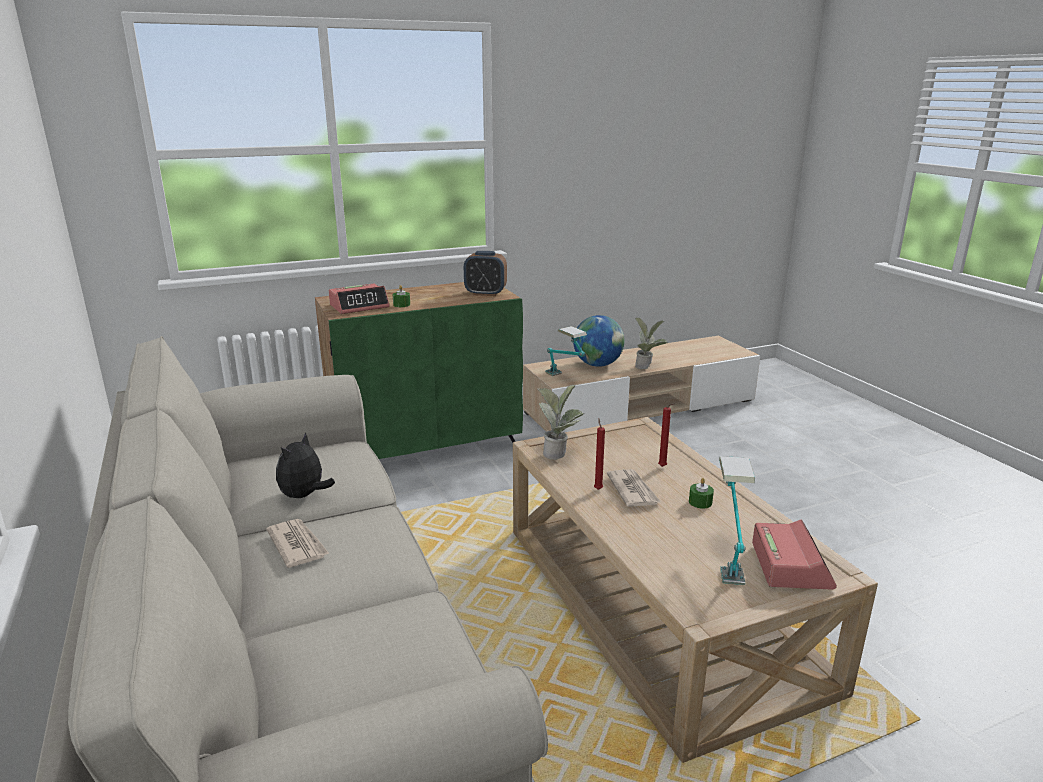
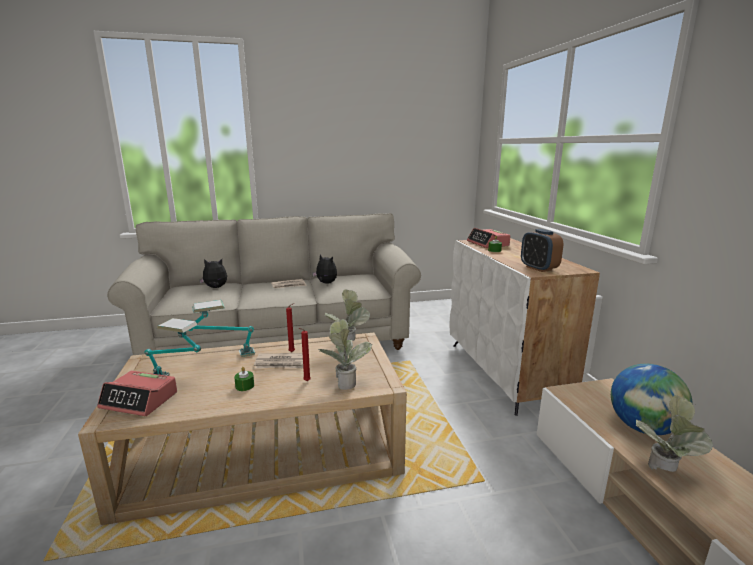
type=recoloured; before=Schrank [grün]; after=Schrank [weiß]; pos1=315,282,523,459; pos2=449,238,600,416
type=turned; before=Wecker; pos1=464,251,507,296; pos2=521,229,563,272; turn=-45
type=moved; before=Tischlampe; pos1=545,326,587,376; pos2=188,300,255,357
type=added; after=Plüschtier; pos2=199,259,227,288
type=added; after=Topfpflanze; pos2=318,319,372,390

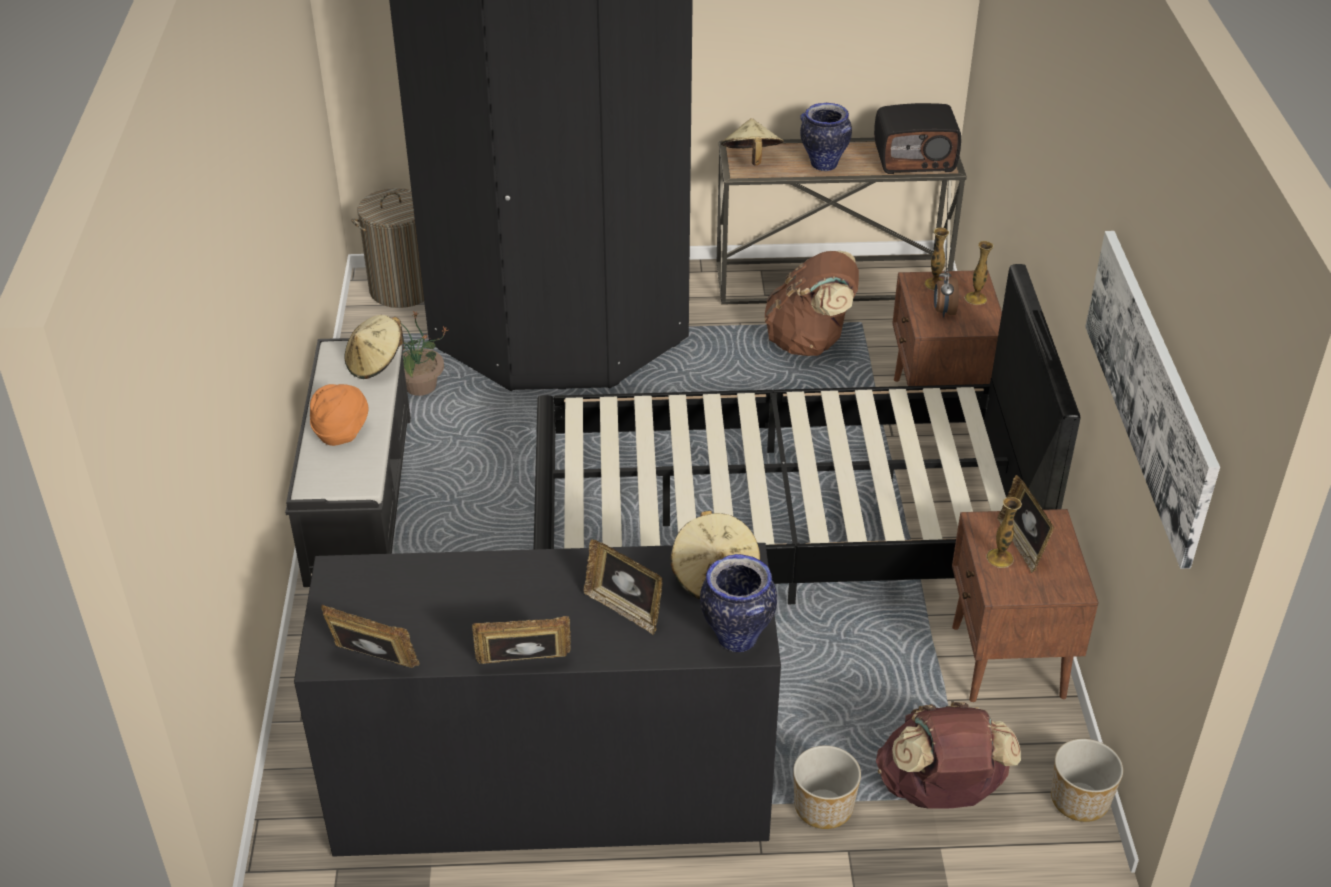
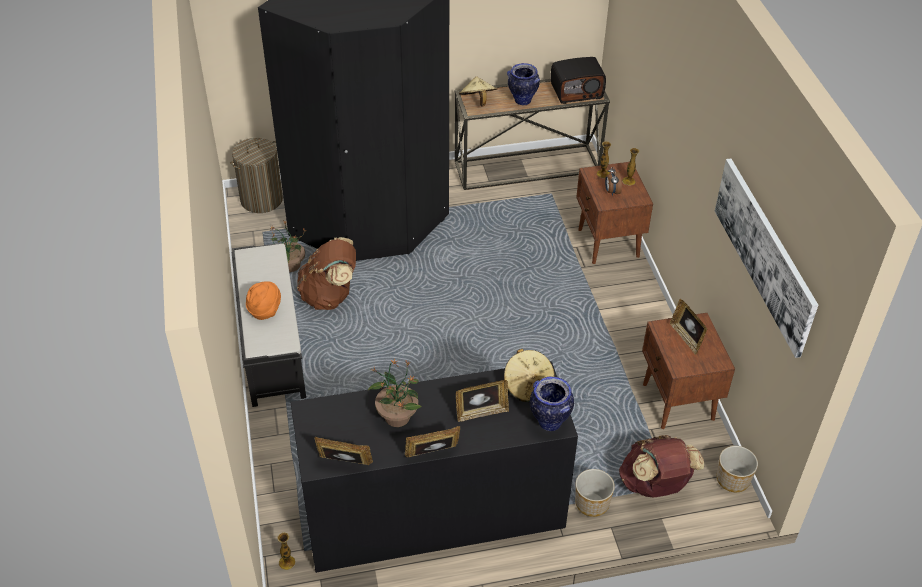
type=removed; before=Hut [beige]; pos1=344,315,404,379
type=removed; before=Bett [schwarz]; pos1=533,264,1080,604
type=turned; before=Bilderrahmen; pos1=584,539,663,635; pos2=456,380,509,422; turn=-45
type=moved; before=Rucksack [braun]; pos1=764,251,859,356; pos2=297,237,356,310
type=moved; before=Vase; pos1=986,497,1022,568; pos2=277,533,296,570
type=added; after=Topfpflanze; pos2=368,359,422,427

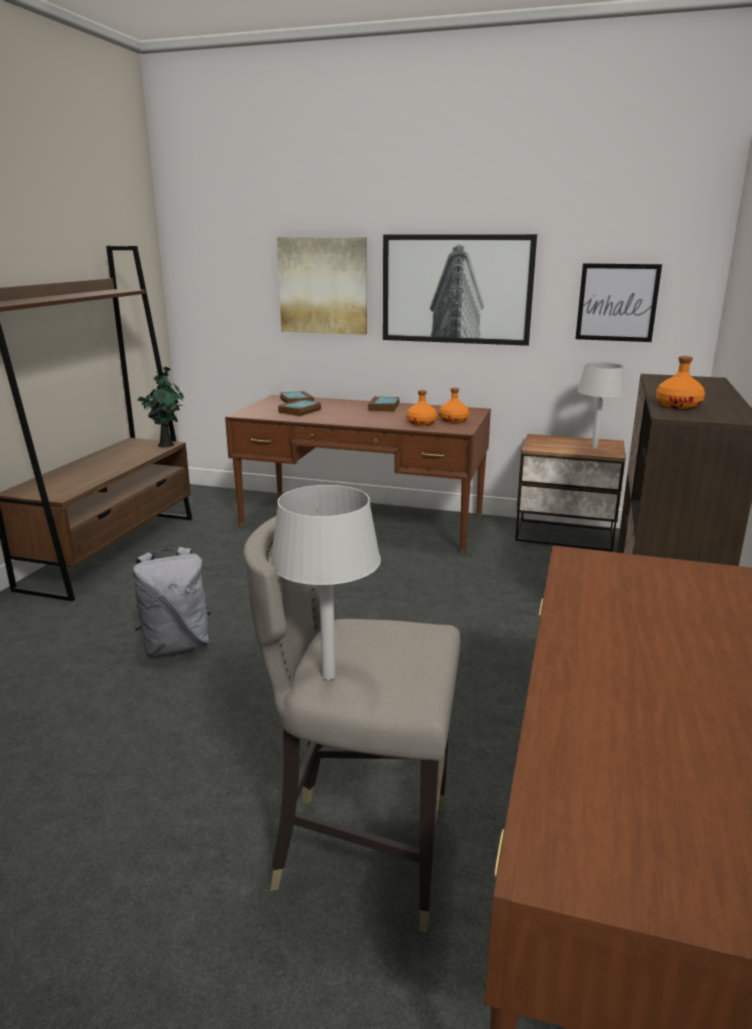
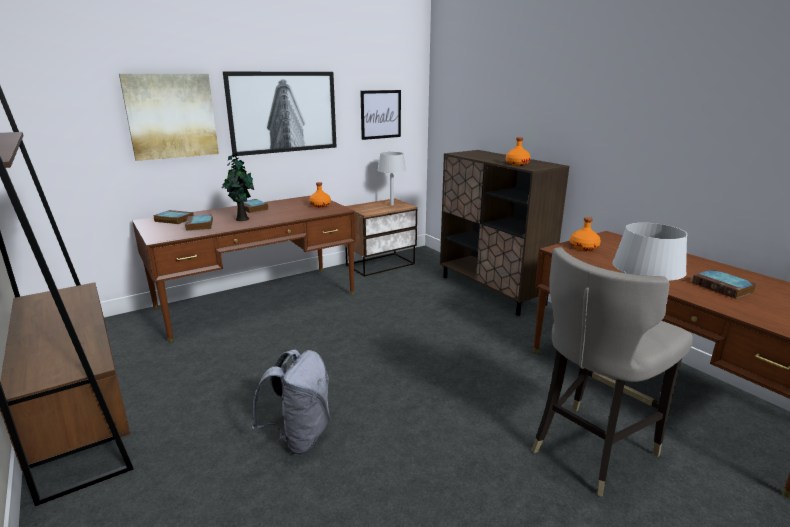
type=moved; before=Topfpflanze; pos1=138,367,185,447; pos2=222,153,254,221
type=moved; before=Flasche [orange]; pos1=407,390,437,426; pos2=570,217,601,251
type=added; after=Buch; pos2=692,269,757,299

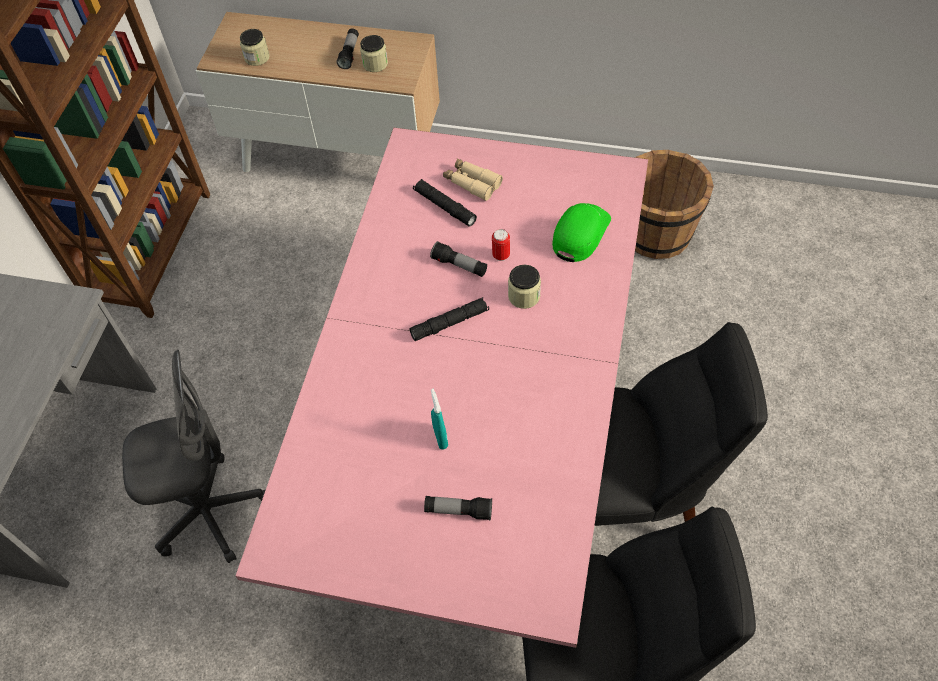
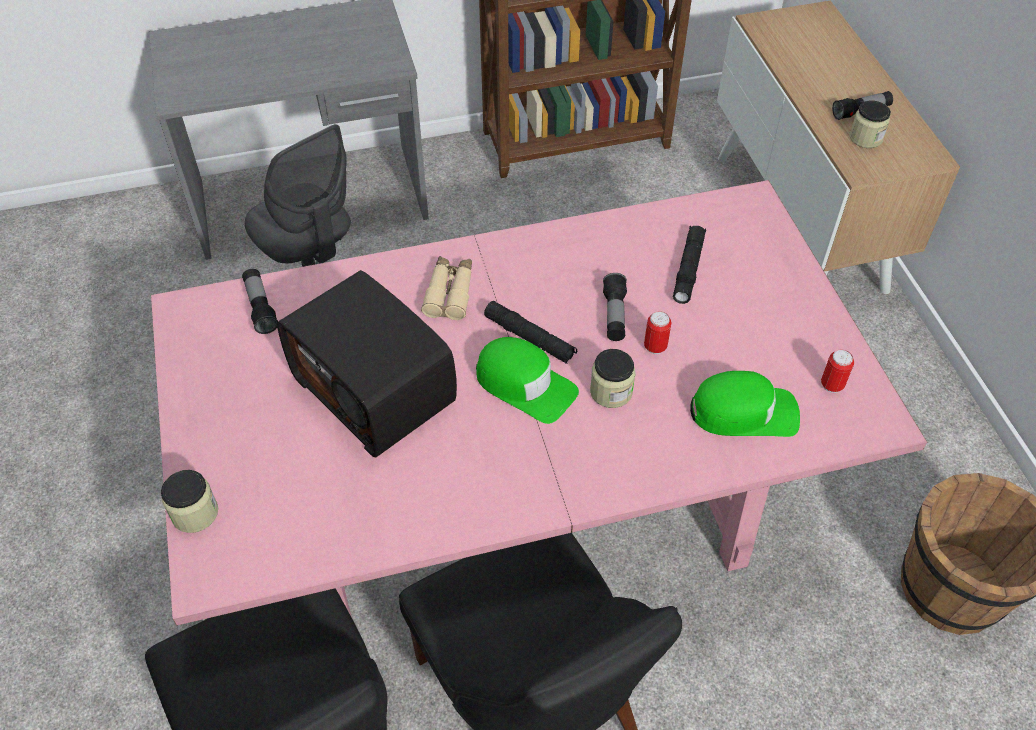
type=moved; before=Vorratsglas; pos1=240,29,270,66; pos2=161,470,218,533
type=moved; before=Taschenlampe; pos1=424,496,492,521; pos2=242,269,278,334
type=replaced; before=Sprühflasche [türkis]; after=Radio; pos1=431,389,448,450; pos2=277,270,457,458
type=moved; before=Fernglas [beige]; pos1=443,158,503,201; pos2=421,256,472,320
type=added; after=Kappe [grün]; pos2=476,337,579,424
type=added; after=Dose; pos2=821,350,854,393

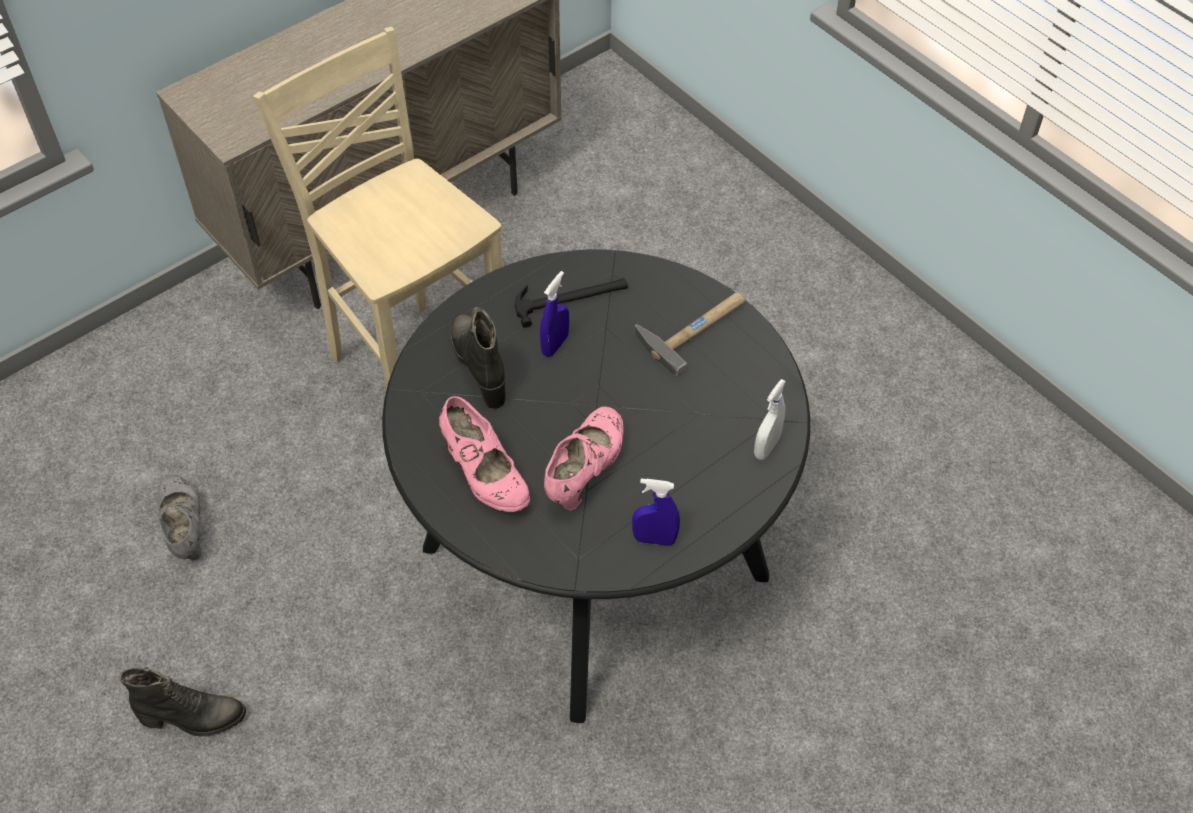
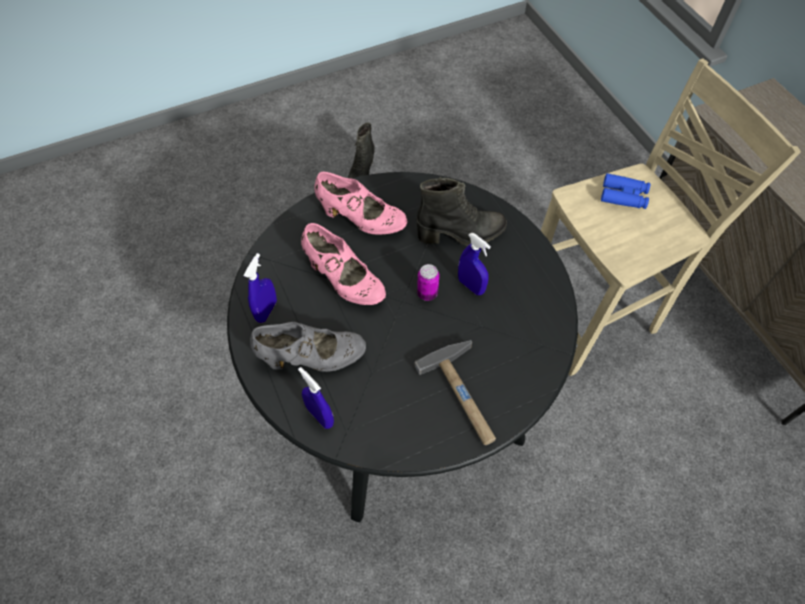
type=moved; before=Schuh [grau]; pos1=158,475,201,561; pos2=250,322,366,372
type=turned; before=Schuh [rosa]; pos1=439,396,530,512; pos2=314,172,408,235; turn=-135
type=removed; before=Hammer; pos1=515,278,628,328
type=recoloured; before=Sprühflasche [weiß]; after=Sprühflasche [blau]; pos1=754,379,786,460; pos2=298,367,334,429
type=added; after=Dose; pos2=417,264,440,301
type=added; after=Fernglas [blau]; pos2=601,173,650,209

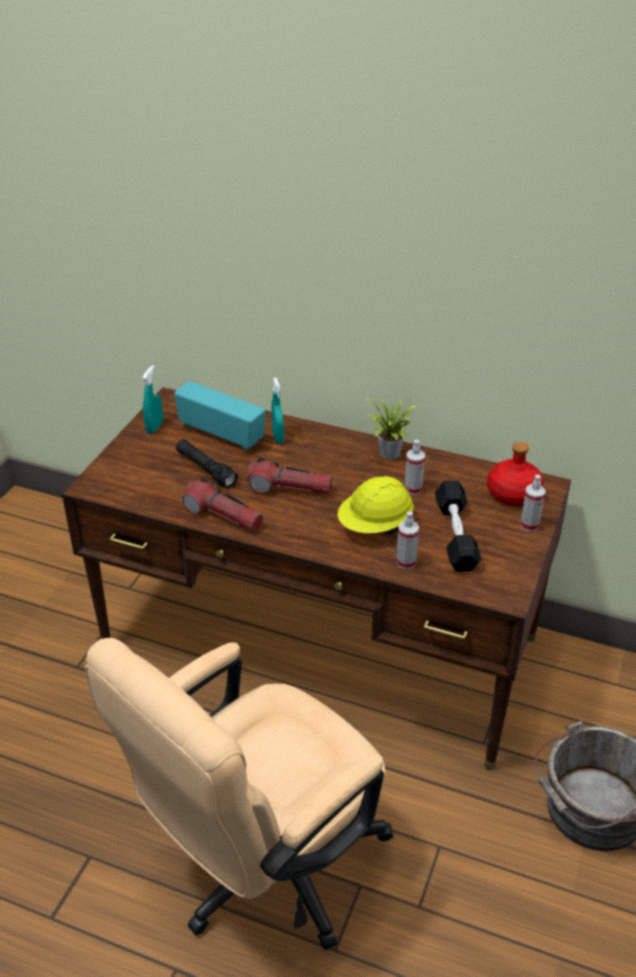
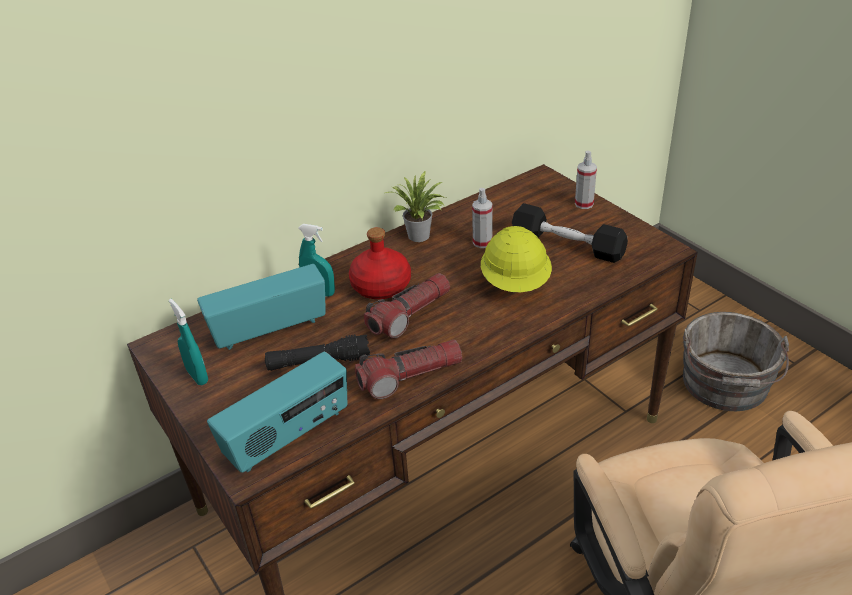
type=removed; before=Sprühflasche; pos1=396,511,419,569
type=moved; before=Flasche [rot]; pos1=487,442,544,506; pos2=349,227,411,299
type=added; after=Radio; pos2=207,351,347,473

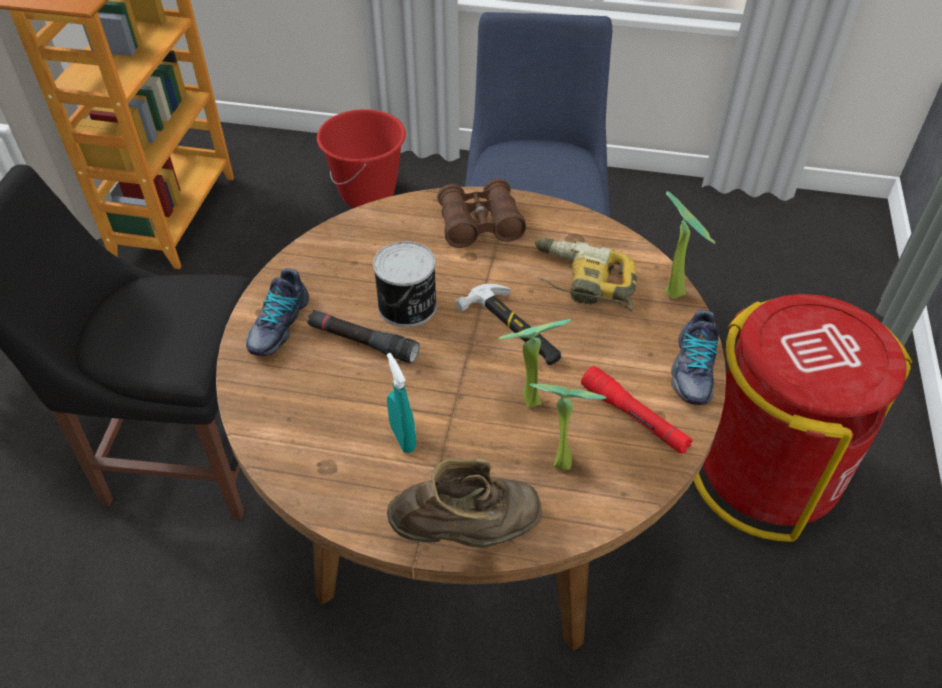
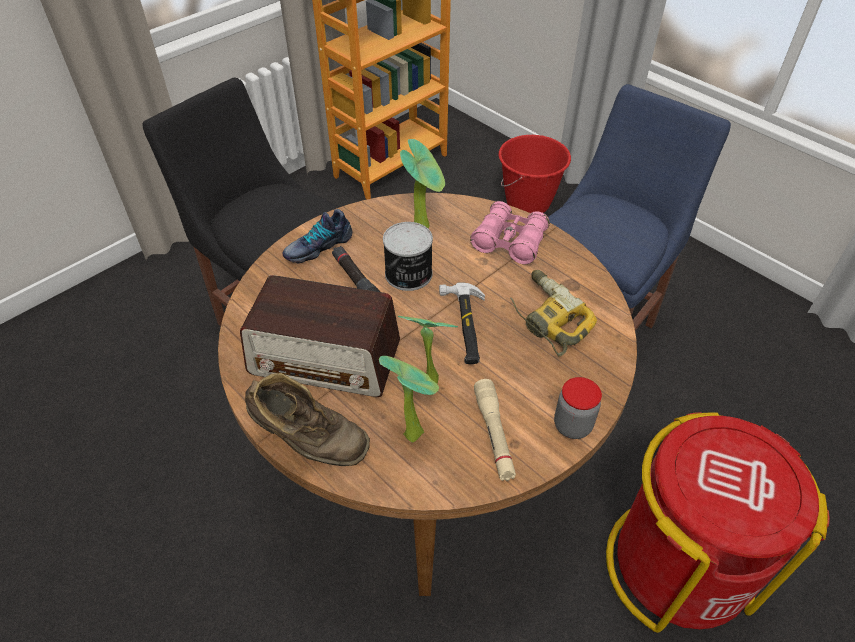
type=replaced; before=Sprühflasche [türkis]; after=Radio; pos1=387,353,416,453; pos2=240,275,400,397
type=recoloured; before=Fernglas [braun]; after=Fernglas [rosa]; pos1=437,178,526,248; pos2=470,201,550,264
type=recoloured; before=Taschenlampe [rot]; after=Taschenlampe [beige]; pos1=581,366,693,454; pos2=474,379,516,481
type=moved; before=Topfpflanze; pos1=665,191,715,299; pos2=400,139,445,228
type=replaced; before=Schuh; after=Vorratsglas; pos1=671,310,719,405; pos2=554,377,602,439

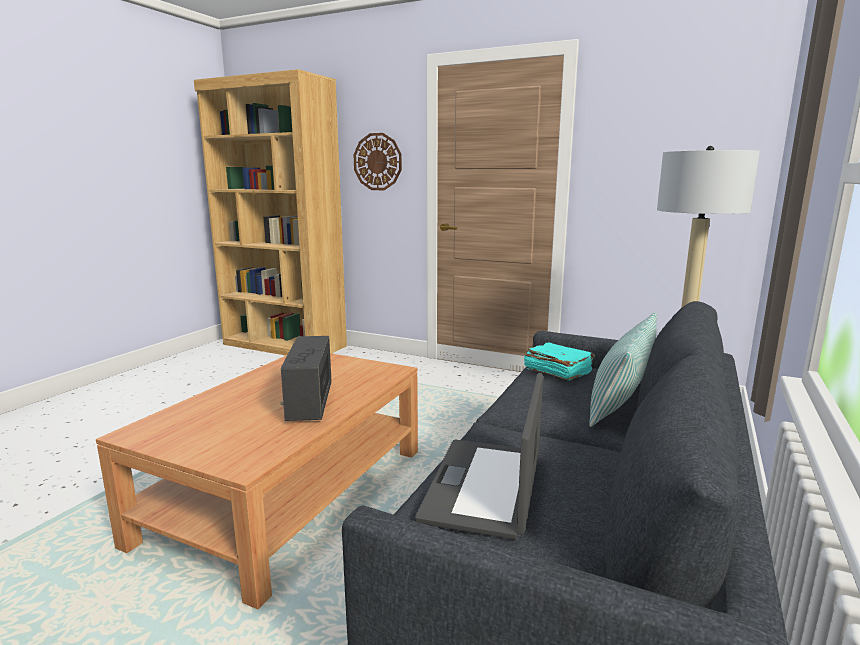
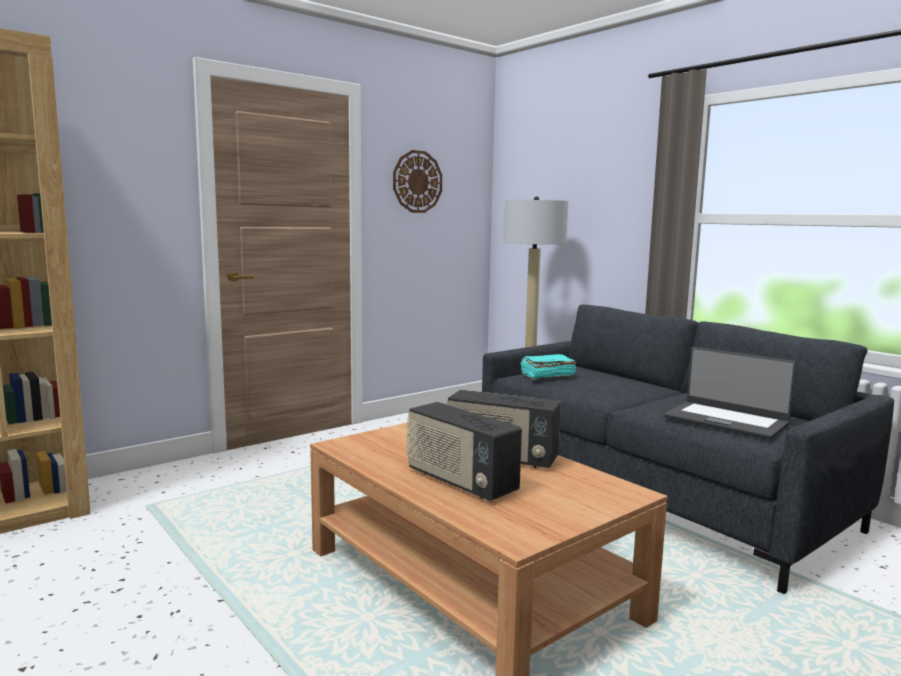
type=moved; before=Wanduhr; pos1=354,133,402,190; pos2=393,150,442,213
type=removed; before=Kissen; pos1=589,313,657,427
type=added; after=Radio; pos2=407,402,522,501

